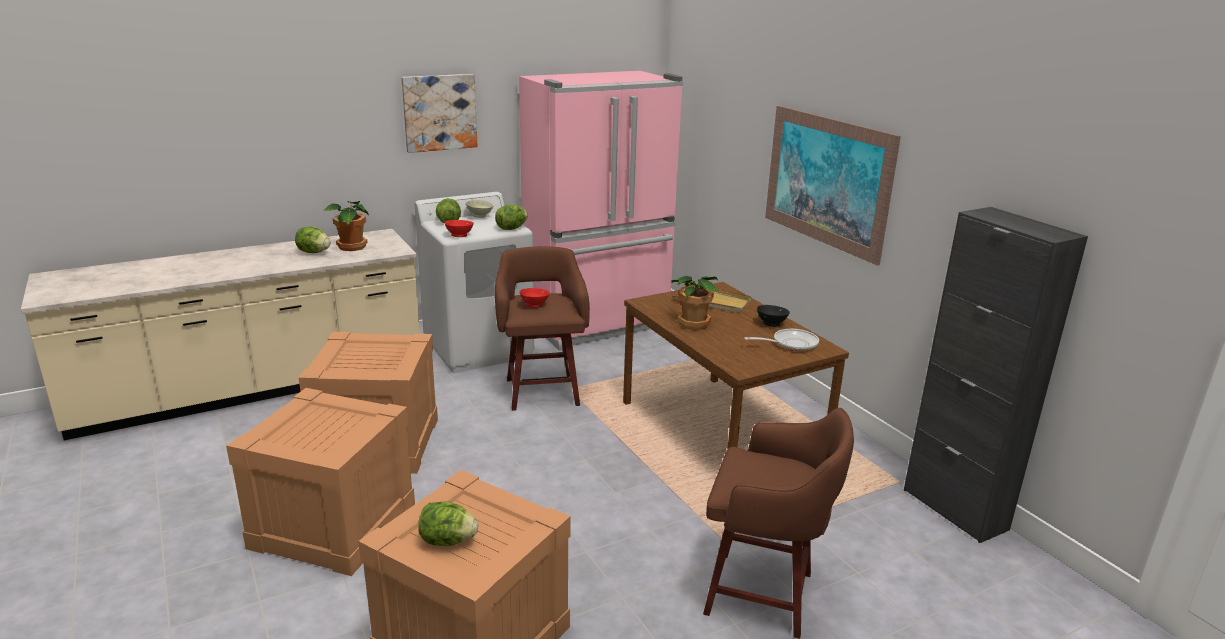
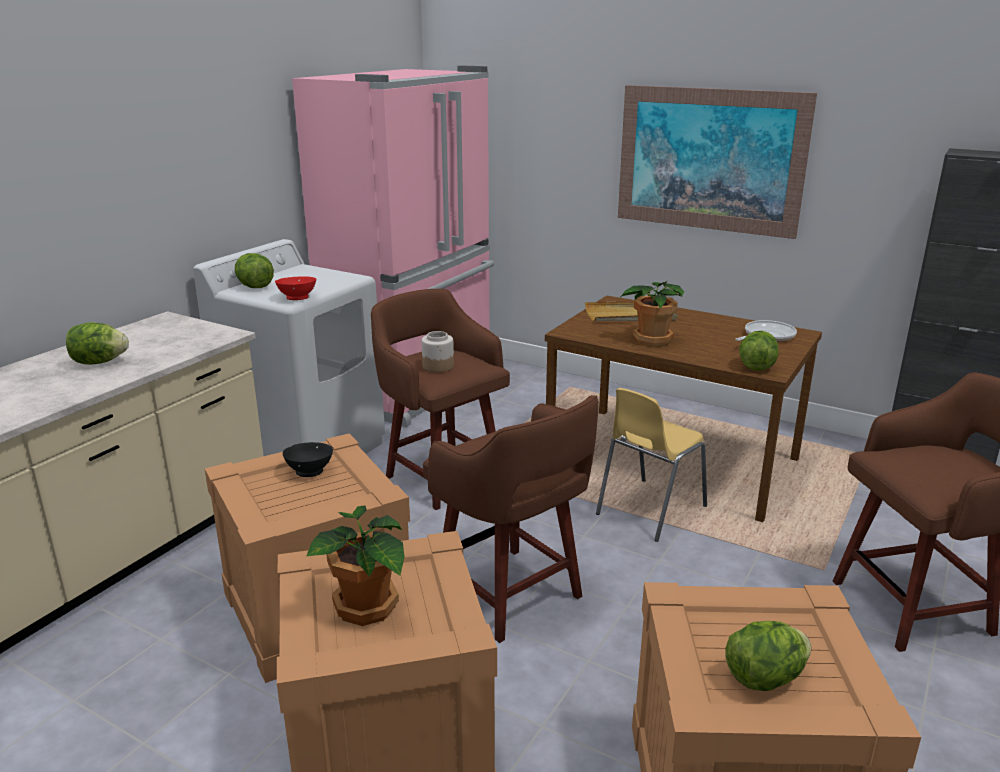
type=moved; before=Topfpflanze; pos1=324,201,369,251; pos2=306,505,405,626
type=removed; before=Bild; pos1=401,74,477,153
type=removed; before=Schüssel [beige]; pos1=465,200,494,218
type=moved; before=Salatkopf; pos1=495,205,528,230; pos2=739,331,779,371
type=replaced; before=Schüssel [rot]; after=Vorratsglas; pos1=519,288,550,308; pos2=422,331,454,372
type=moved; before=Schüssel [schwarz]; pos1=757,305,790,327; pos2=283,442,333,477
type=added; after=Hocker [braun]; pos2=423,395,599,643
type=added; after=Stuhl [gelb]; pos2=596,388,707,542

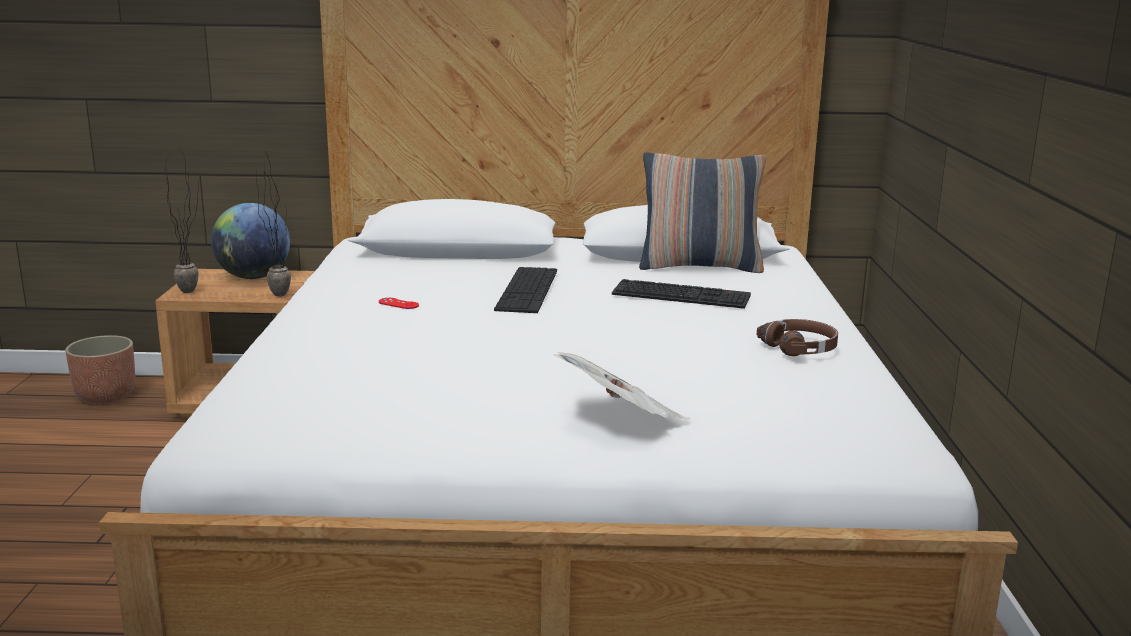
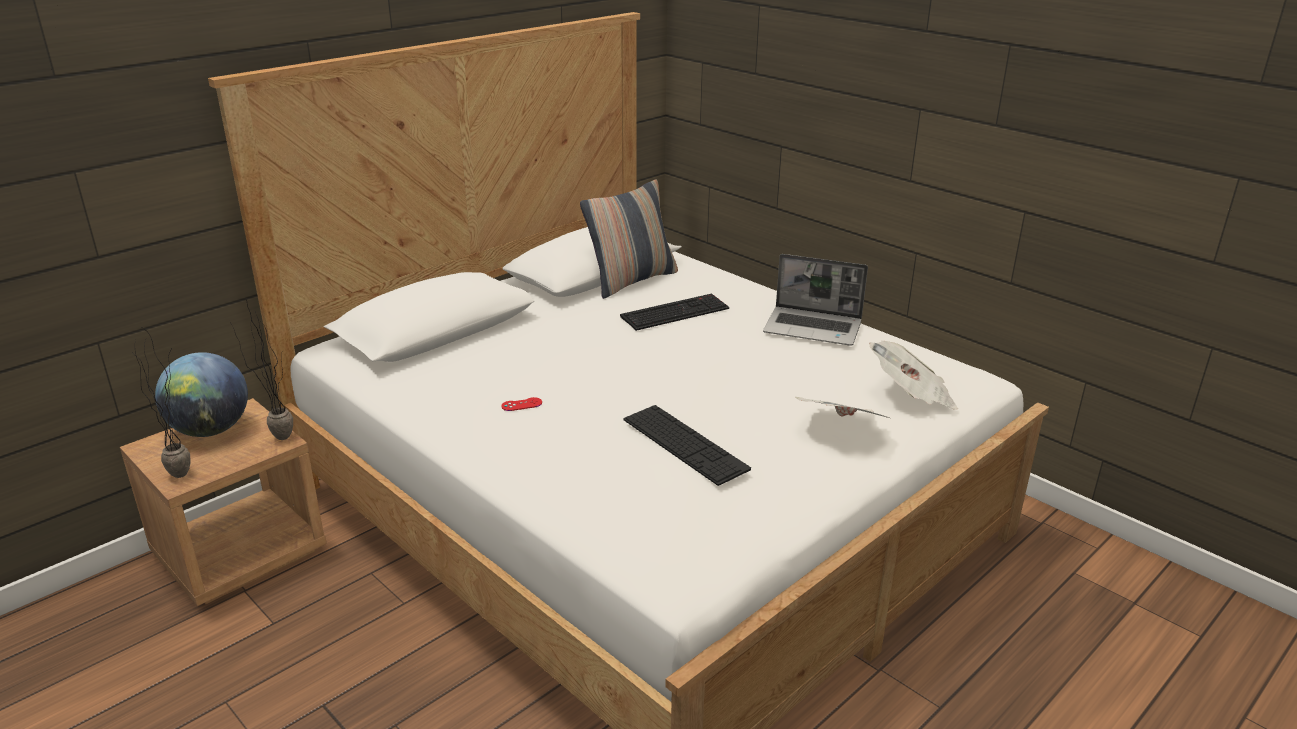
type=removed; before=Pflanzkübel; pos1=65,335,135,404
type=moved; before=Tastatur; pos1=494,267,557,313; pos2=623,405,751,486
type=replaced; before=Kopfhörer [braun]; after=Laptop; pos1=757,319,838,356; pos2=763,254,868,346
type=added; after=Zeitung; pos2=869,341,959,410

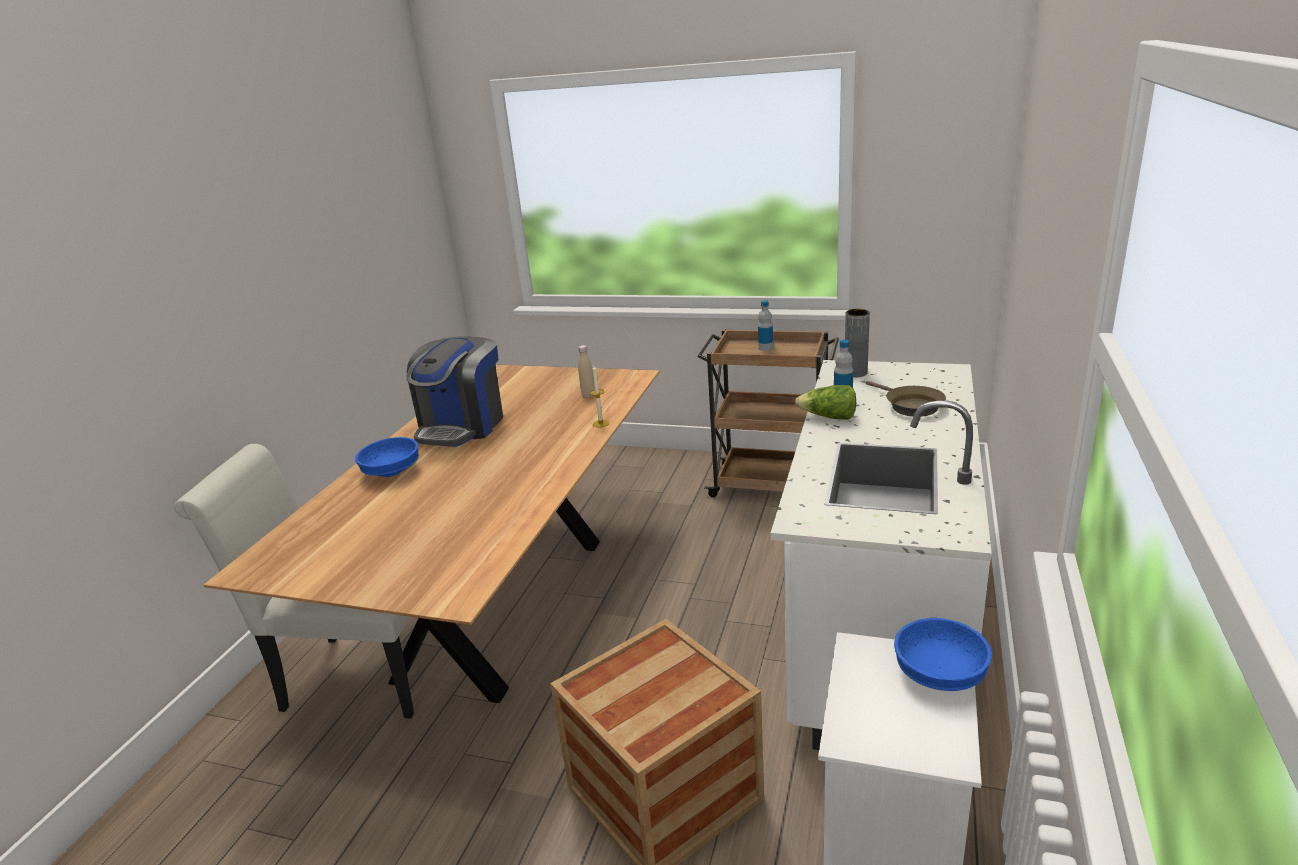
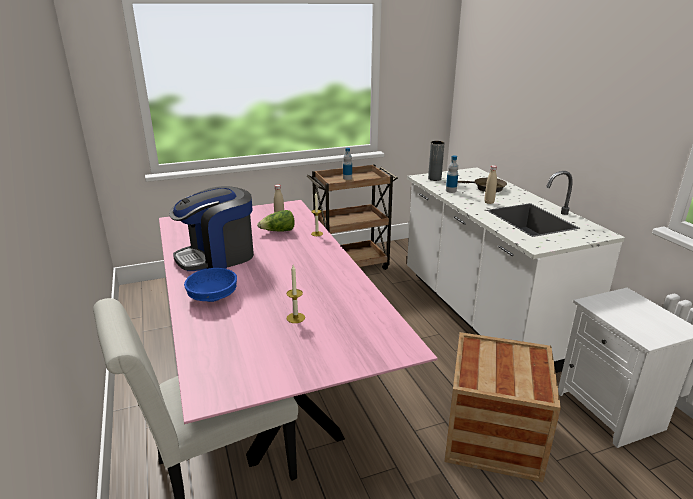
type=recoloured; before=Esstisch [braun]; after=Esstisch [rosa]; pos1=204,364,660,703; pos2=159,200,438,467
type=turned; before=Kaffeemaschine; pos1=406,336,503,447; pos2=169,186,254,271; turn=75
type=moved; before=Salatkopf; pos1=795,385,856,420; pos2=257,210,295,232
type=removed; before=Schüssel [blau]; pos1=894,618,992,691
type=added; after=Kerze; pos2=286,265,305,323
type=added; after=Flasche [beige]; pos2=484,165,497,204

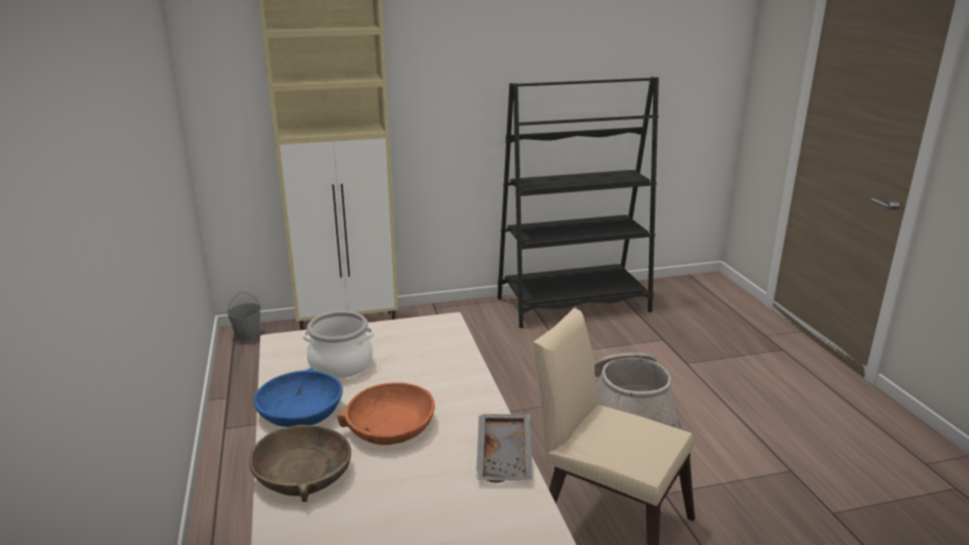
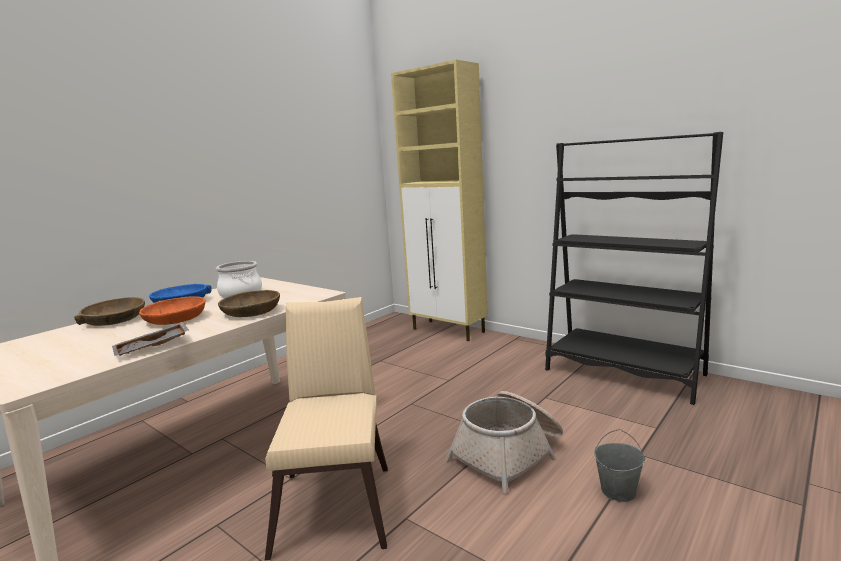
type=moved; before=Eimer [grau]; pos1=227,292,261,341; pos2=594,429,645,502
type=added; after=Schüssel [braun]; pos2=218,290,280,317

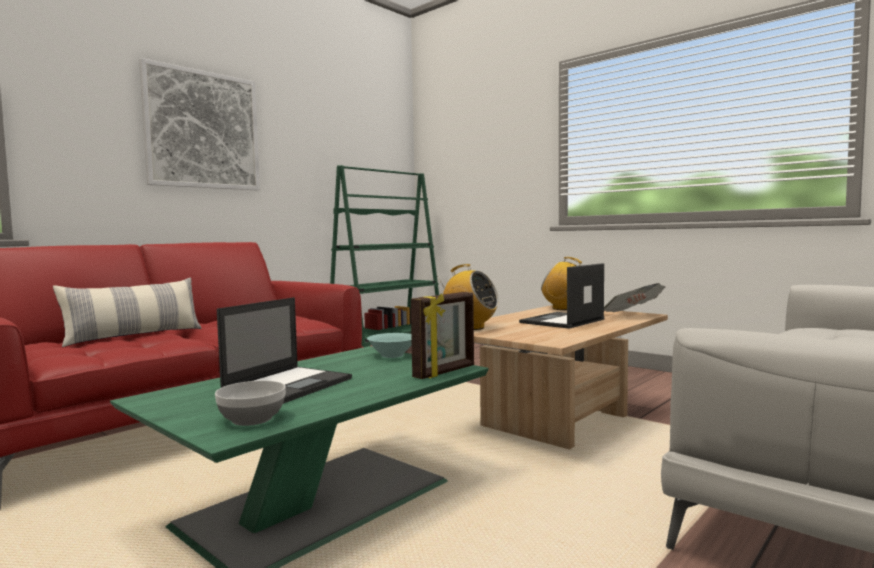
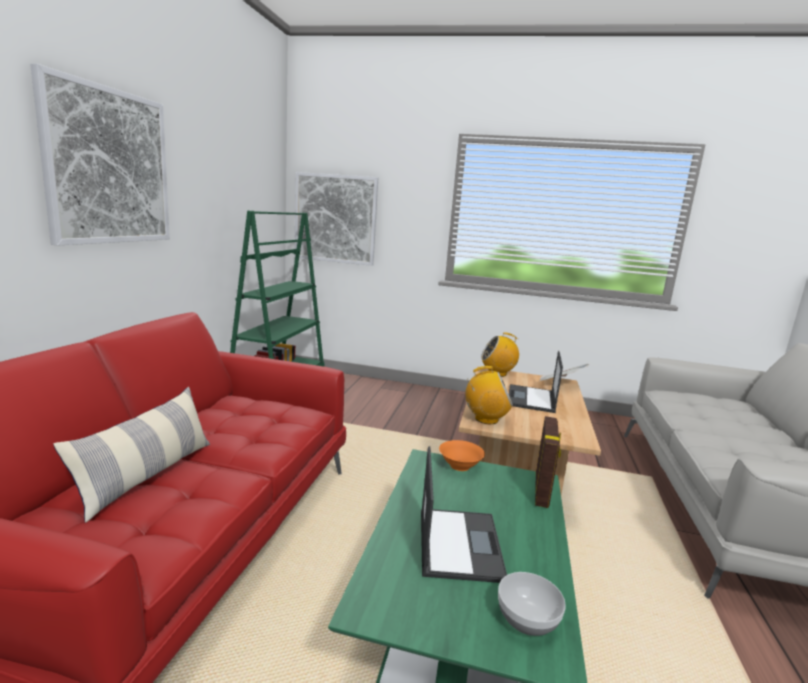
type=recoloured; before=Schüssel [türkis]; after=Schüssel [orange]; pos1=367,333,412,358; pos2=439,440,485,471
type=added; after=Bild; pos2=294,172,378,266

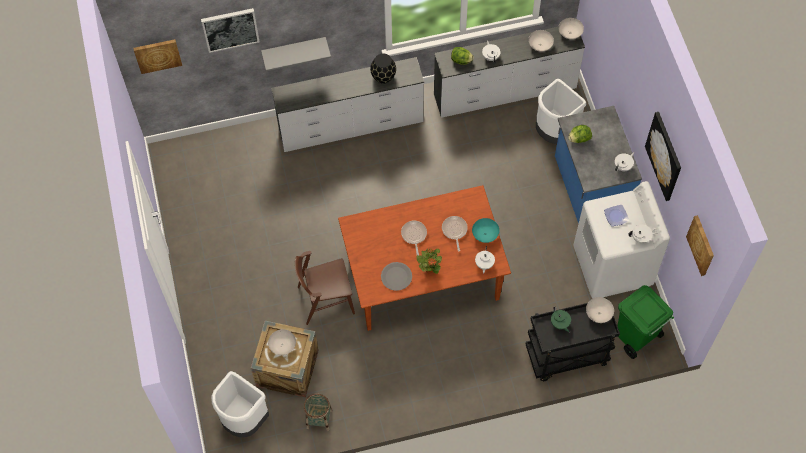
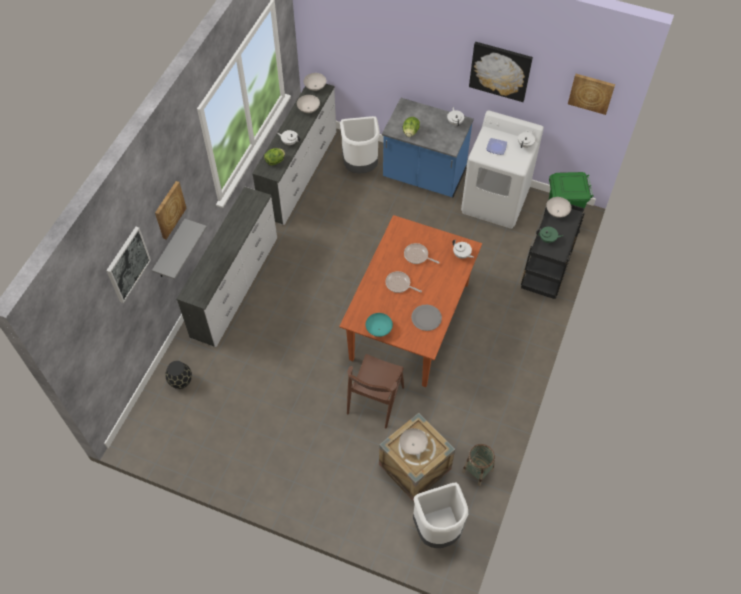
type=moved; before=Bild; pos1=133,39,182,74; pos2=155,181,186,240
type=moved; before=Vase [schwarz]; pos1=370,53,396,84; pos2=165,361,192,389
type=removed; before=Topfpflanze; pos1=416,248,442,274
type=moved; before=Schüssel [türkis]; pos1=472,218,499,243; pos2=366,313,393,337

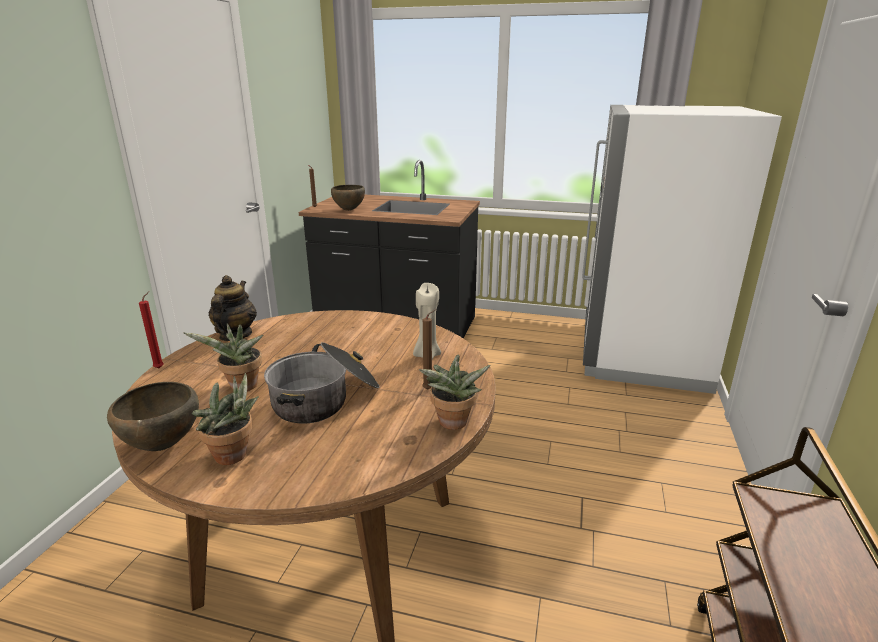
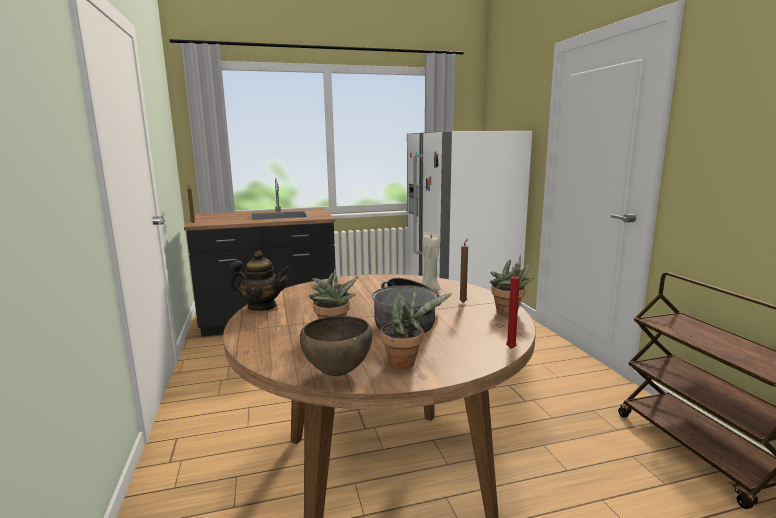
type=moved; before=Kerze [rot]; pos1=139,291,164,368; pos2=506,267,520,349
type=turned; before=Teekanne; pos1=209,275,257,341; pos2=229,251,290,311; turn=120
type=removed; before=Schüssel [braun]; pos1=331,185,365,211

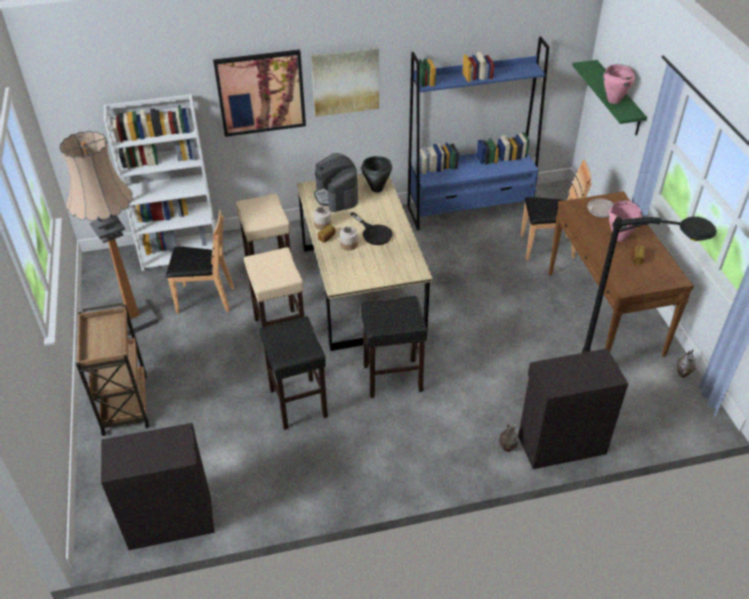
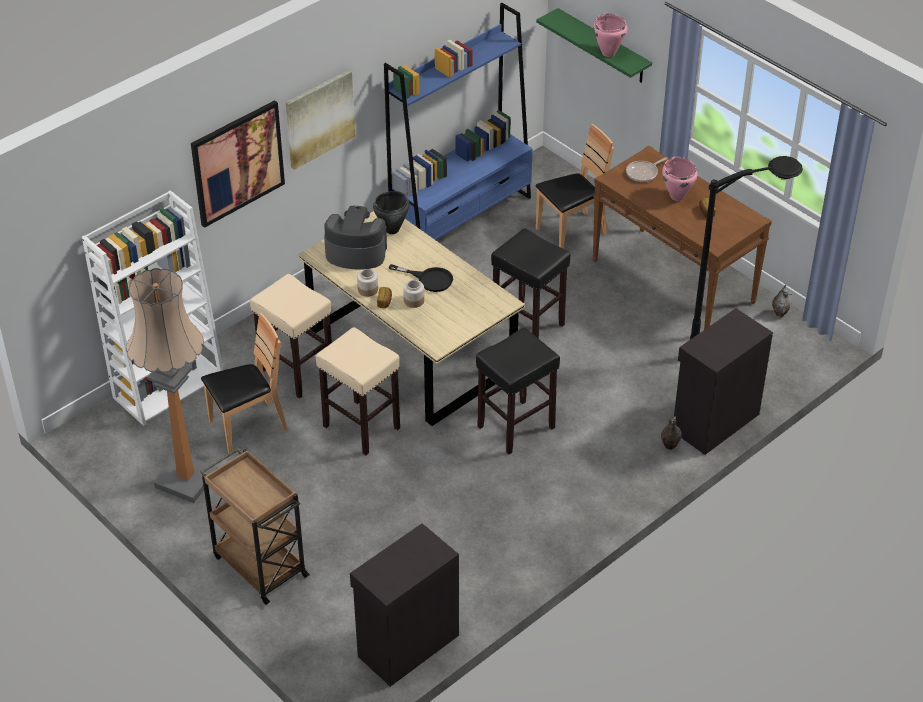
type=moved; before=Hocker [schwarz]; pos1=259,316,328,430; pos2=491,229,570,339
type=turned; before=Kaffeemaschine; pos1=314,153,358,212; pos2=324,206,387,270; turn=150

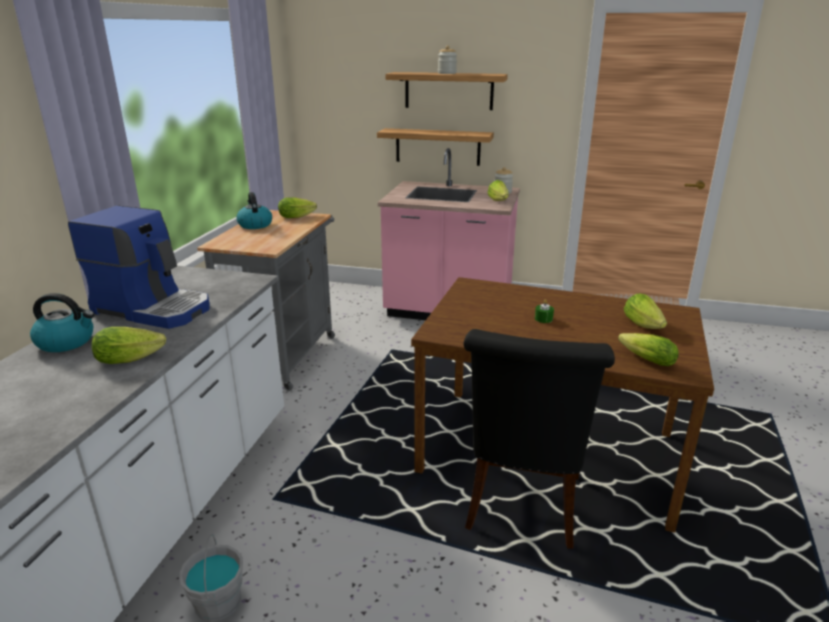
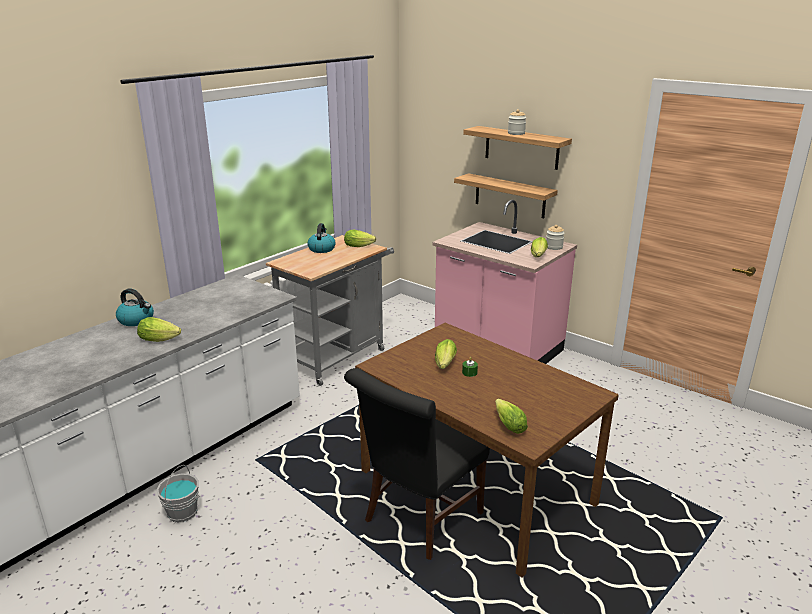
type=removed; before=Kaffeemaschine; pos1=68,205,210,329
type=moved; before=Salatkopf; pos1=624,294,667,329; pos2=435,339,457,369

